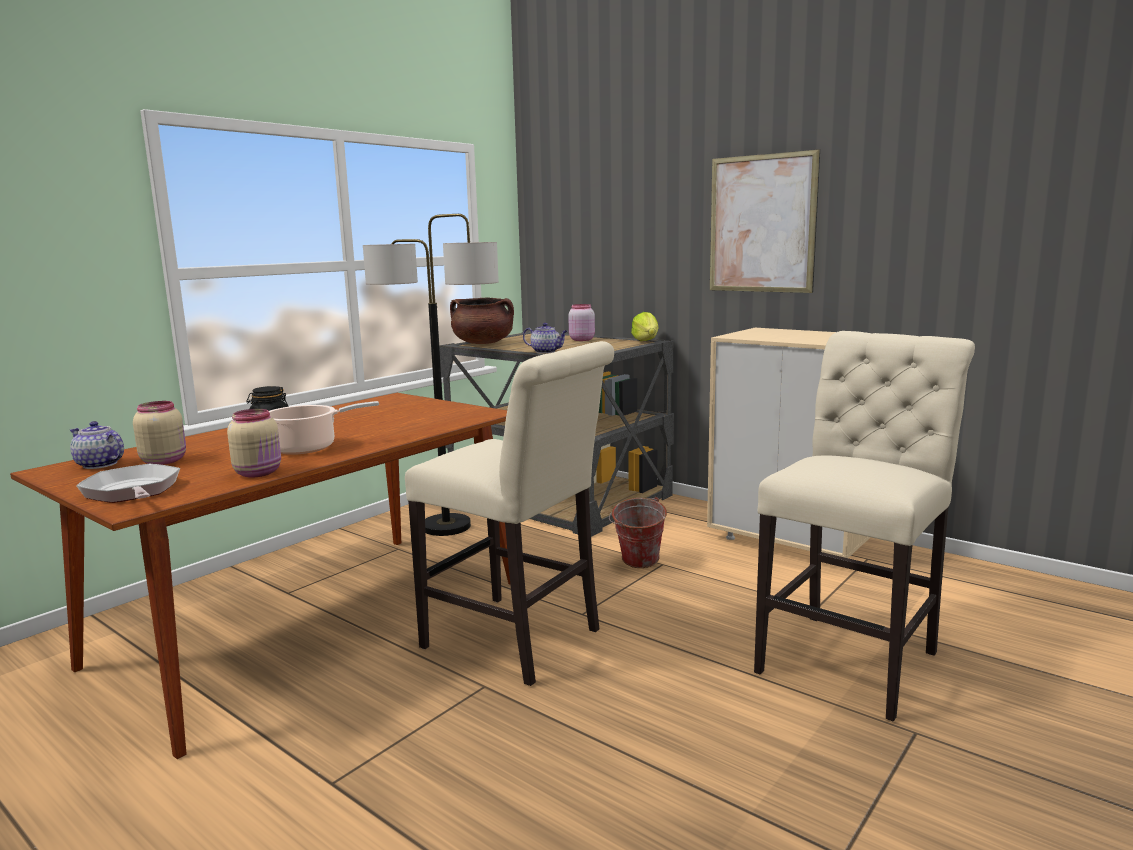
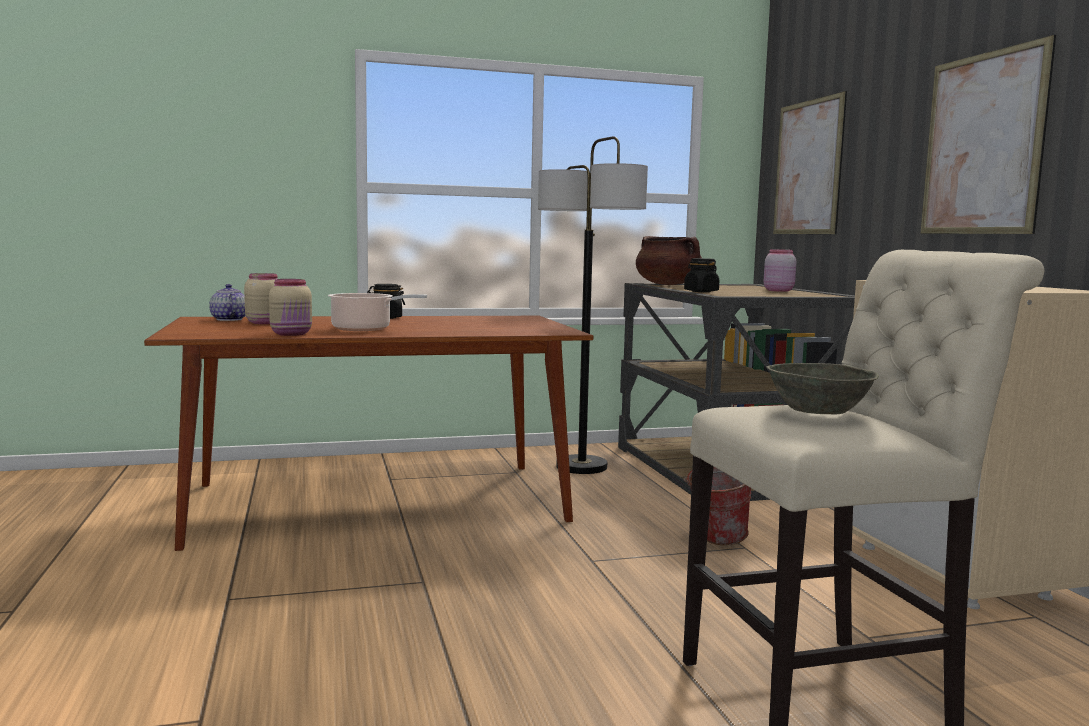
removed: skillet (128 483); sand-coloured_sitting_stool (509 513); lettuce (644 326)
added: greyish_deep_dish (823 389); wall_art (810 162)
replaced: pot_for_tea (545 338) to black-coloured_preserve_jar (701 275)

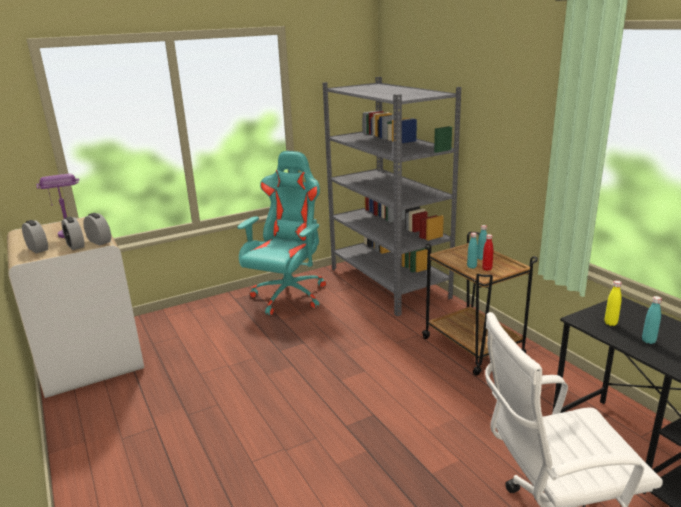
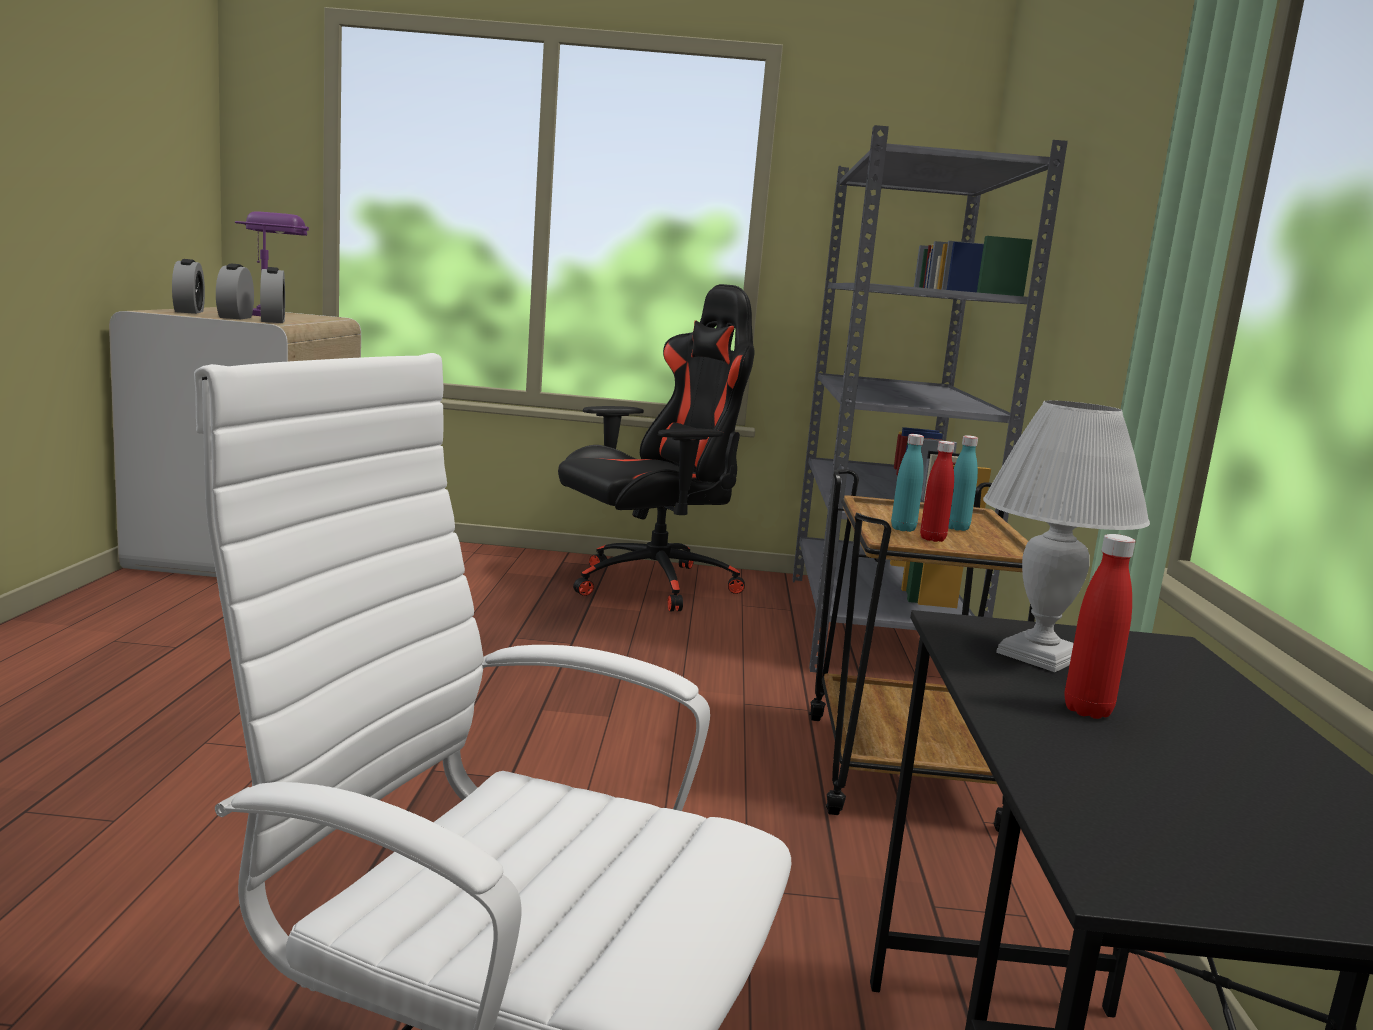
replaced: yellow-coloured_beverage_bottle (613 303) to white-coloured_tabletop_lamp (1066 536)
recoloured: turquoise_desk_chair (281 233) to black-coloured_desk_chair (656 447); turquoise_beverage_bottle (652 320) to reddish_beverage_bottle (1099 626)

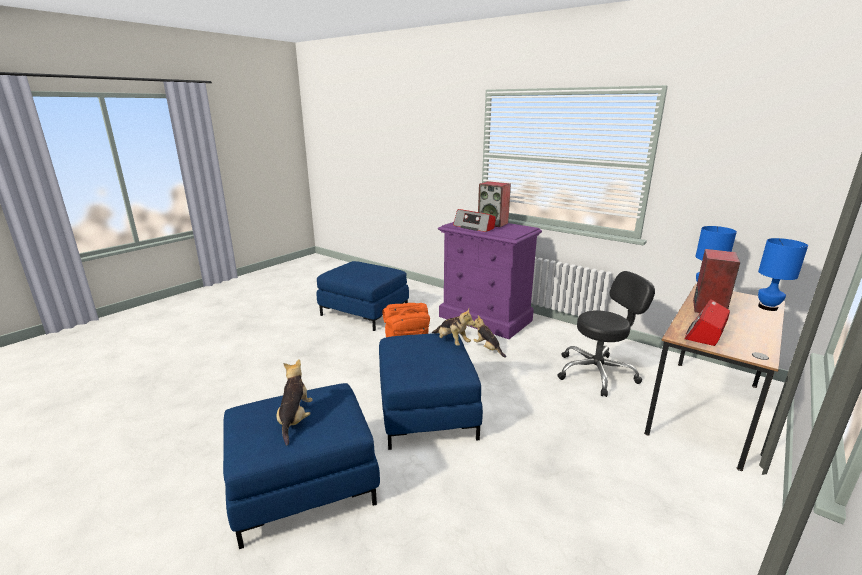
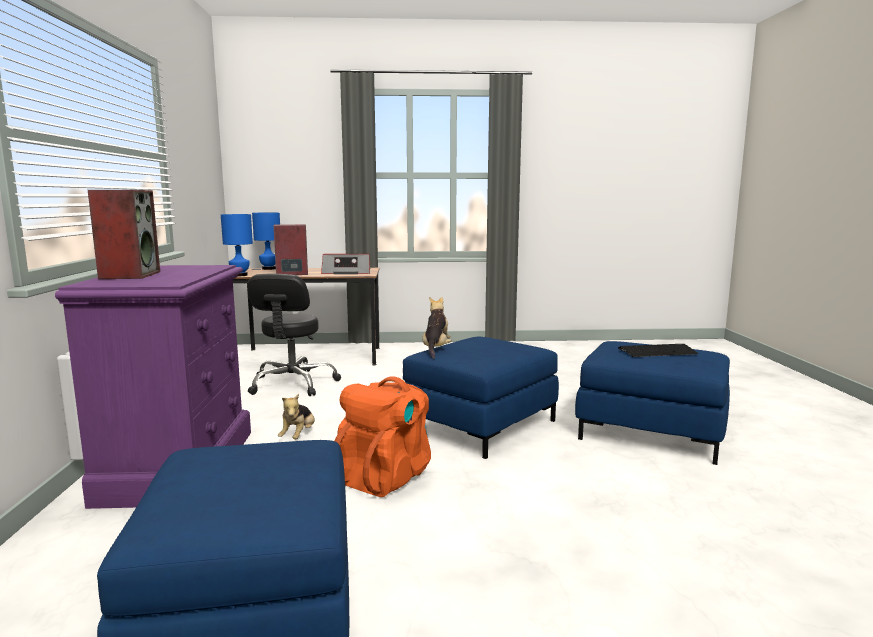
removed: radio_receiver (474 220)
replaced: soft_toy (294 402) to computer_keyboard (658 350)
turned: black-coloured_desk_chair (606 334) = (294 335) 120 degrees counterclockwise

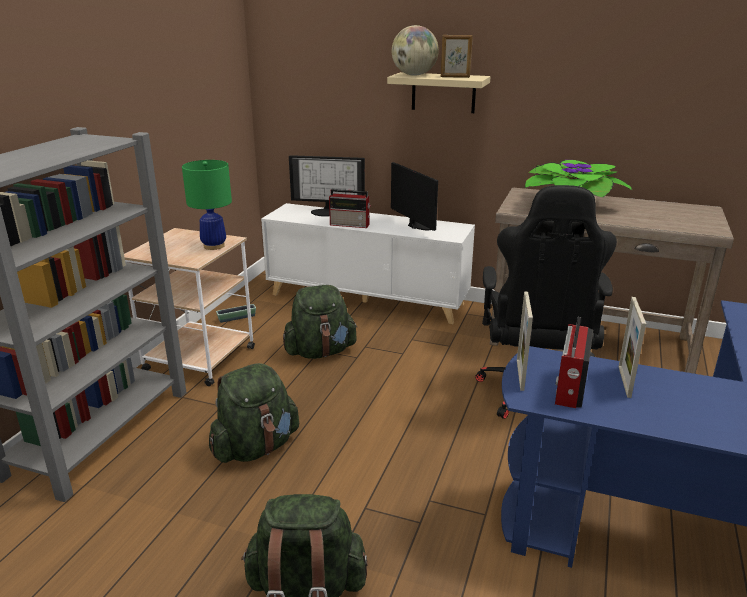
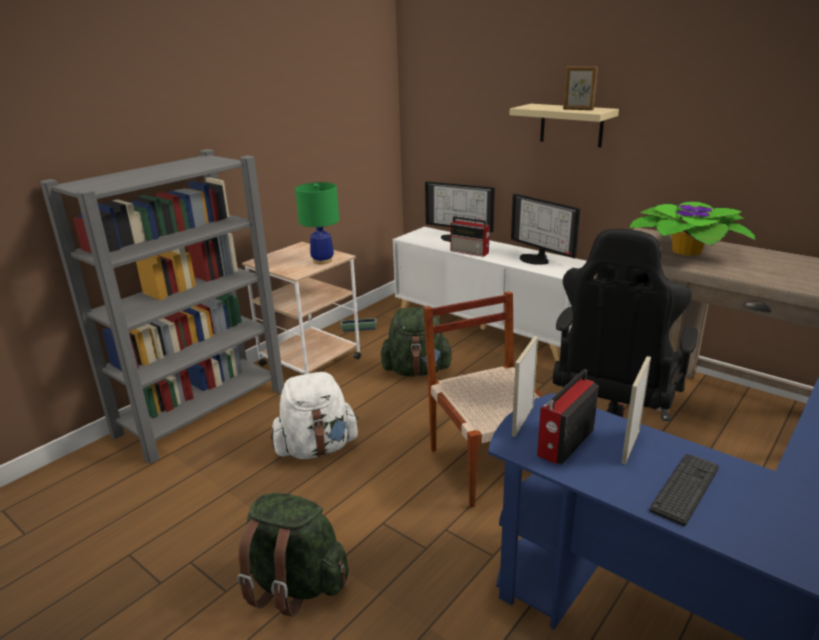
removed: desk_globe (415 50)
added: chair (483 399); computer_keyboard (684 490)
recoloured: green-coloured_backpack (254 413) to white-coloured_backpack (315 415)
turned: monitor (414 196) = (545 229) 150 degrees clockwise

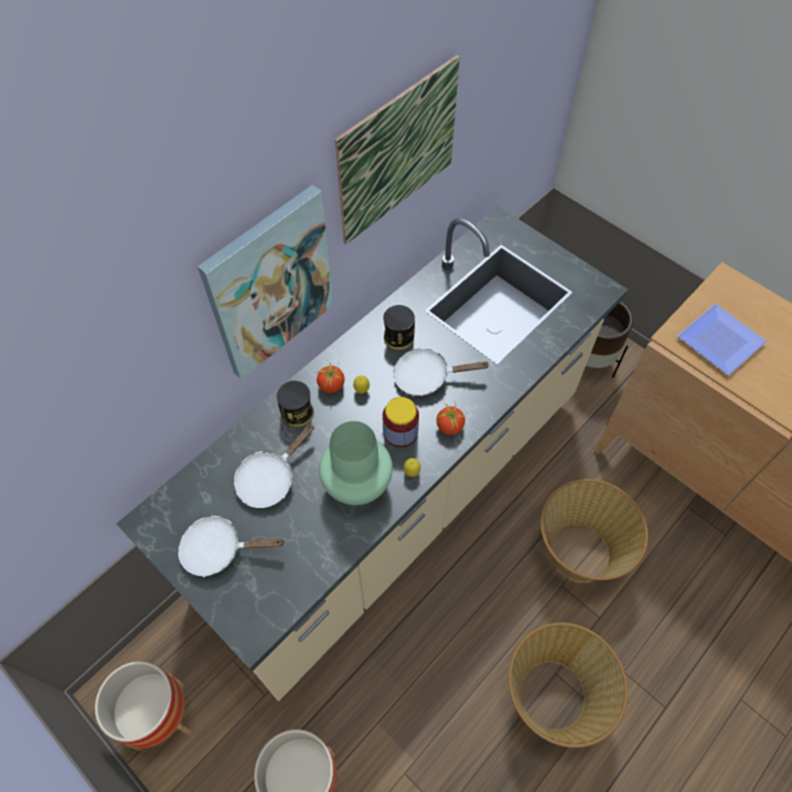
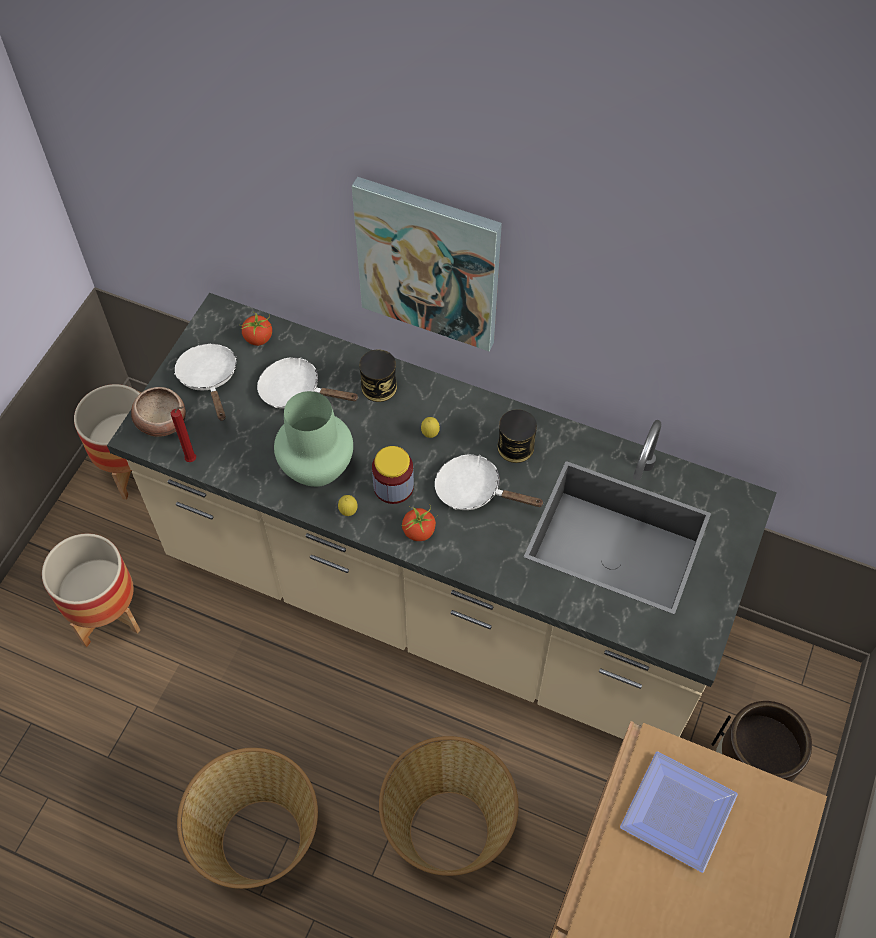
removed: wall_art (397 149)
added: deep_dish (158 412); reddish_wax_light (183 434)
moved: whole_tomato (331 376) to (256 329)
turned: white-coloured_skillet (441 372) = (489 482) 45 degrees counterclockwise

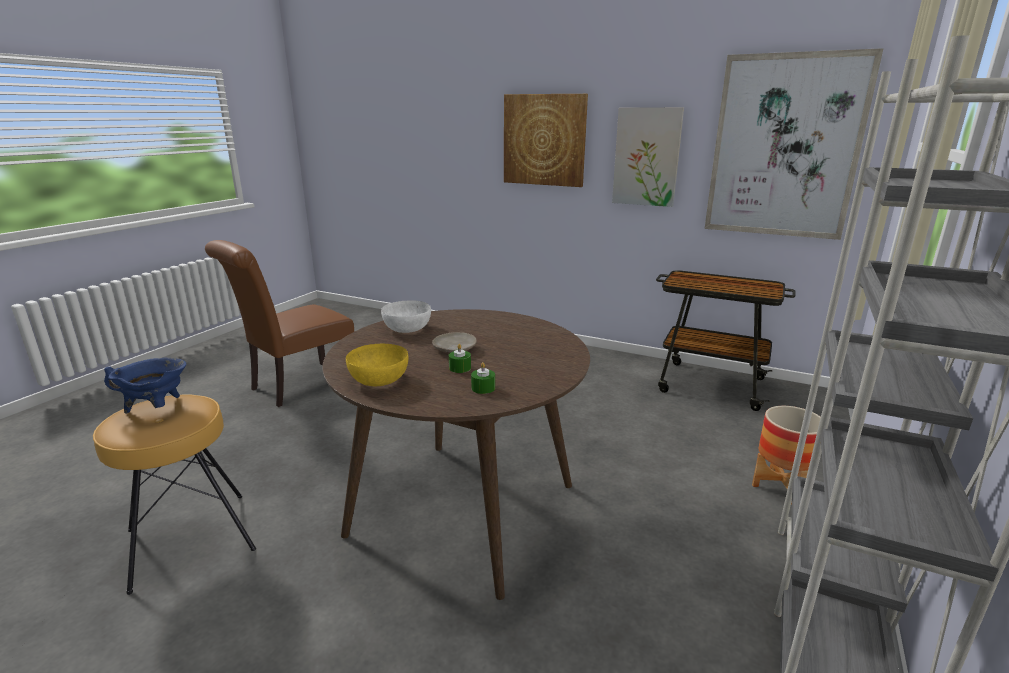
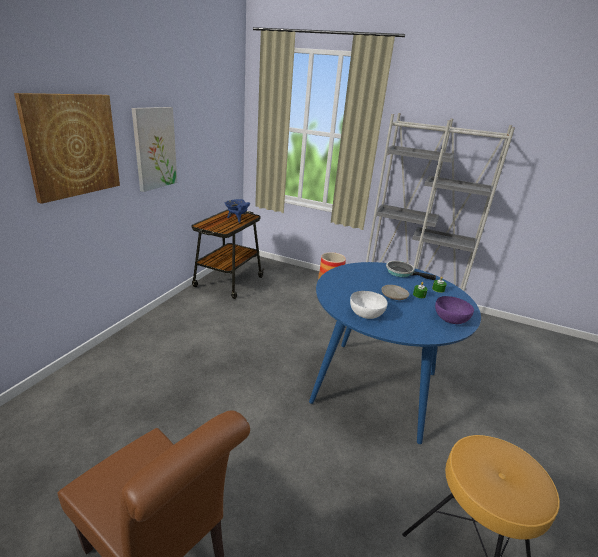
removed: wall_art (794 144)
added: skillet (411 270)
moved: bluish_saucepot (145 385) to (237 211)
recoloured: brown-coloured_dinner_table (456 454) to bluish_dinner_table (395 353); yellow-coloured_deep_dish (377 365) to purple_deep_dish (454 310)

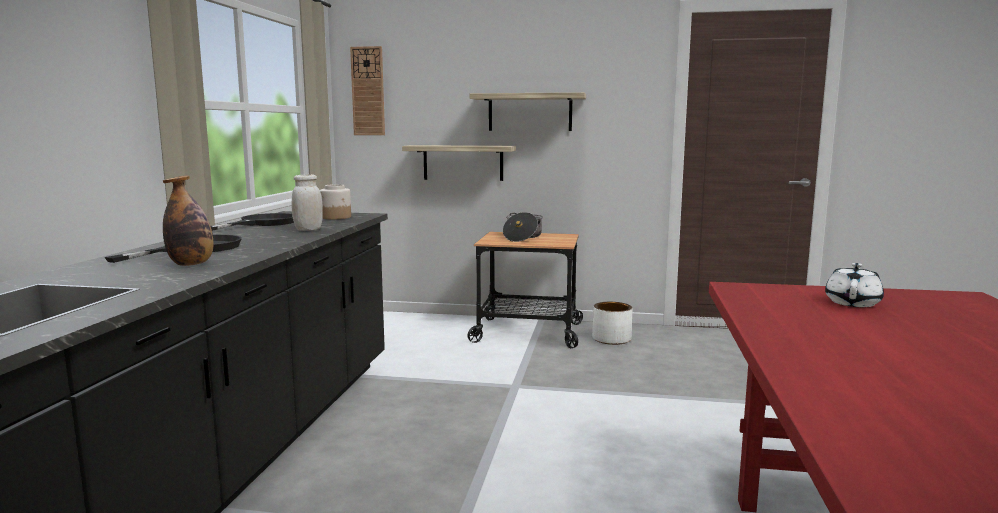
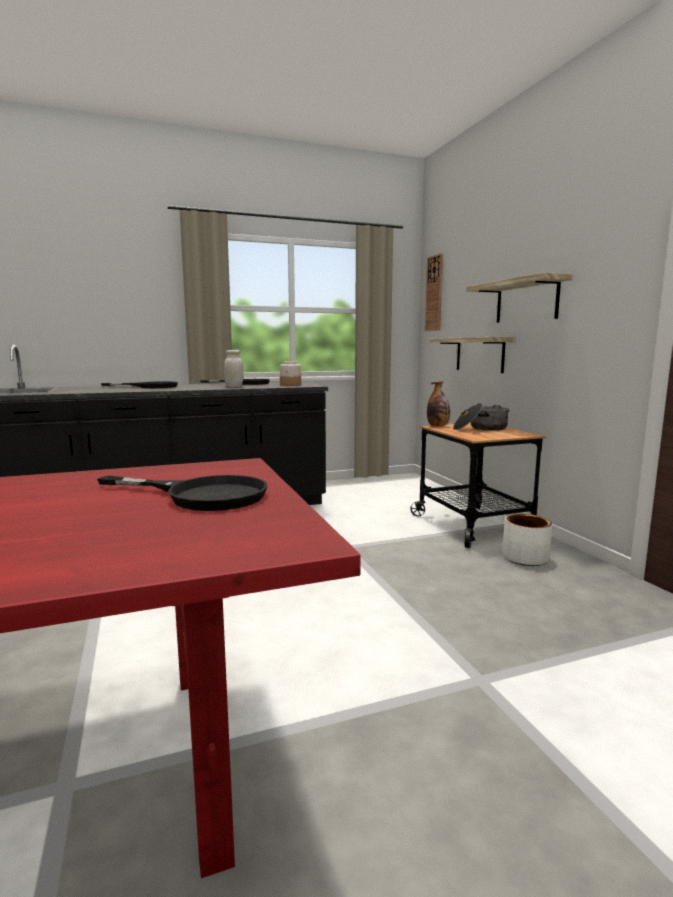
moved: beverage_bottle (188 220) to (438 404)
replaced: white-coloured_pot_for_tea (854 285) to black-coloured_skillet (182 493)

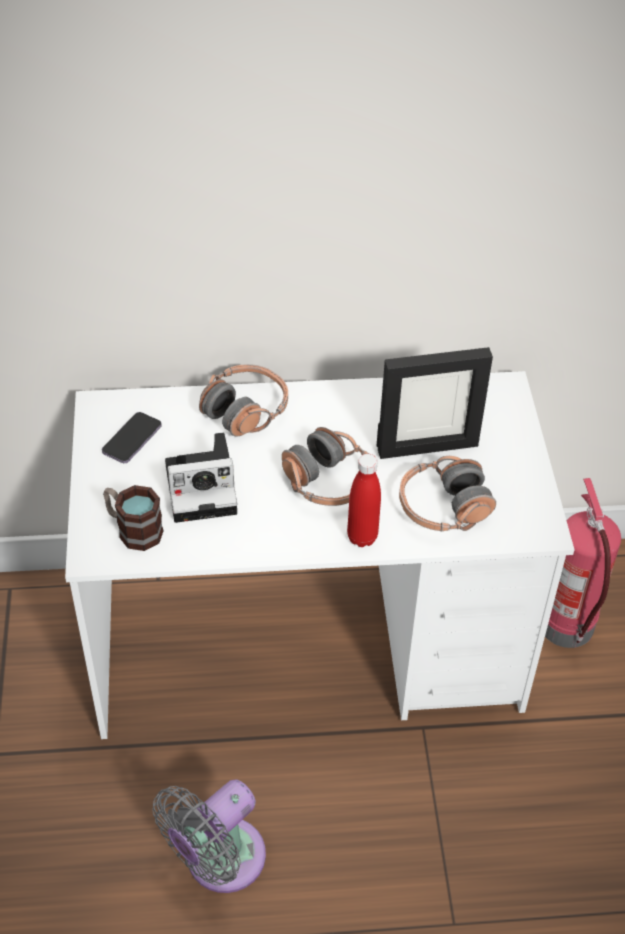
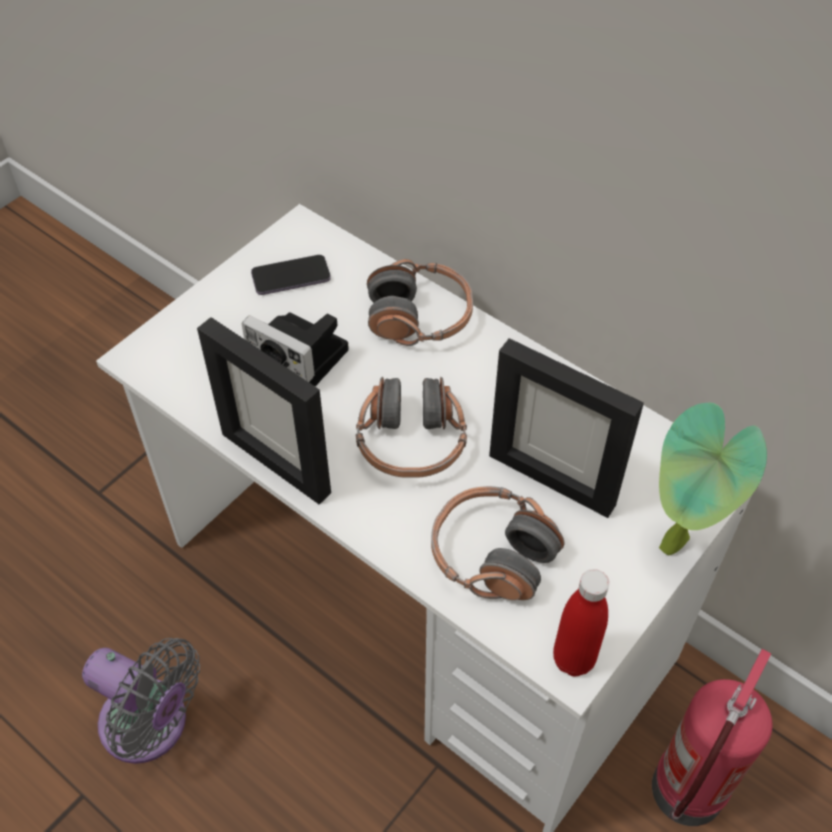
removed: mug (133 518)
added: picture_frame (264 411); houseplant (713 479)
moved: reddish_beverage_bottle (364 500) to (581 622)
turned: greyish_electric_fan (209 836) = (141 701) 150 degrees counterclockwise

